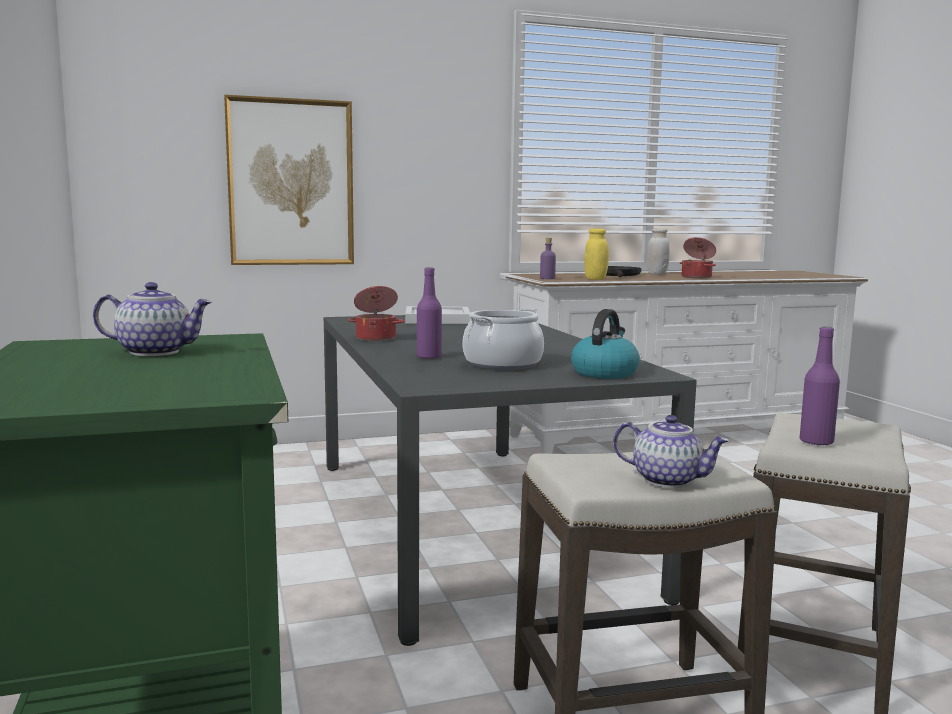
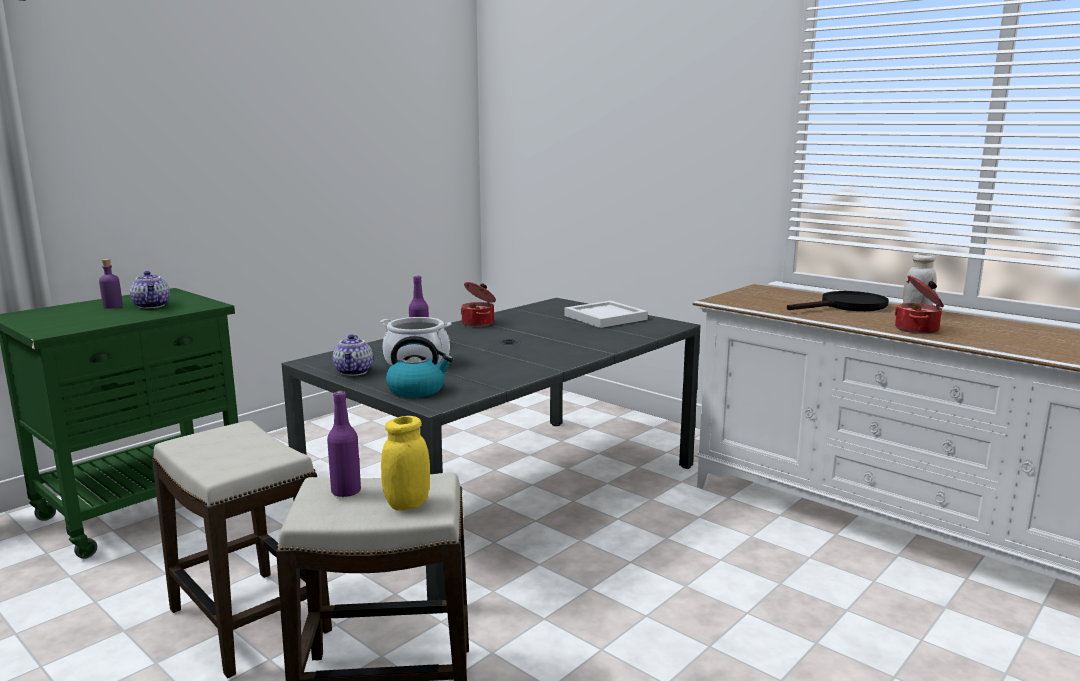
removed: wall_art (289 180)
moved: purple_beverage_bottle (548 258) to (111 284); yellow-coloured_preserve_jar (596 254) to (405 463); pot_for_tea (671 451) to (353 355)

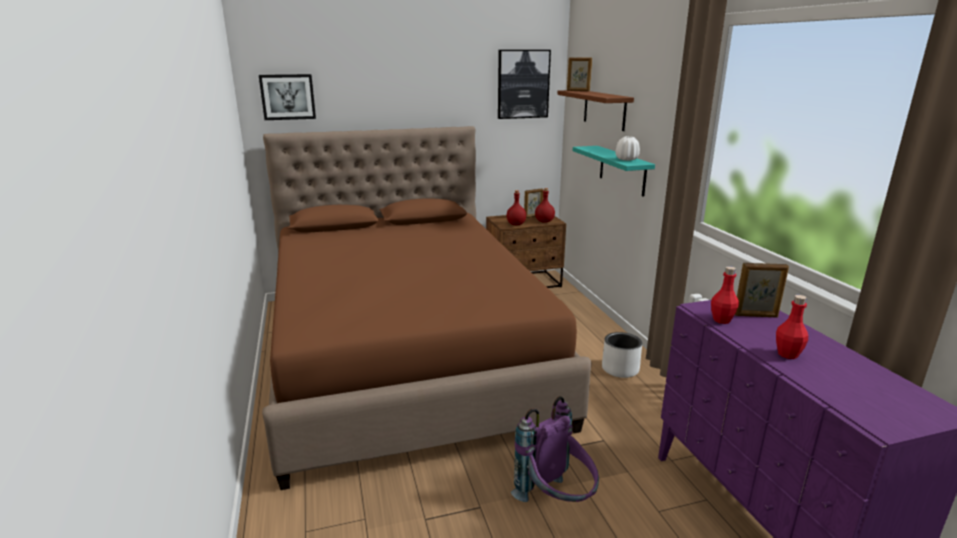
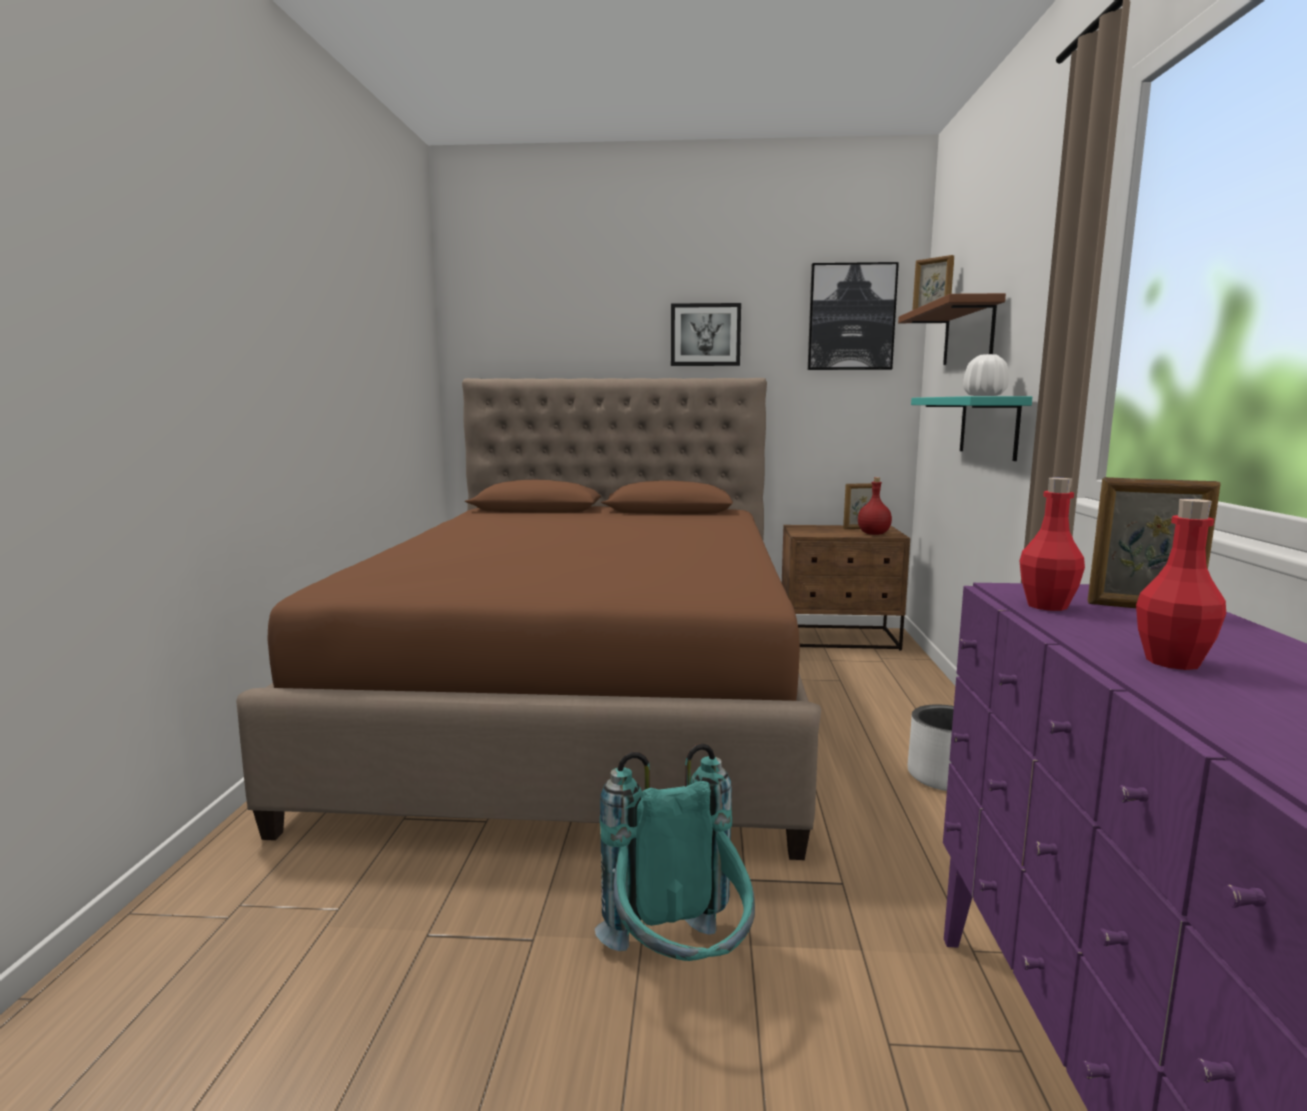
removed: reddish_beverage_bottle (516 207)
moved: wall_art (287 97) to (706 334)
recoloured: purple_backpack (555 449) to turquoise_backpack (675 852)

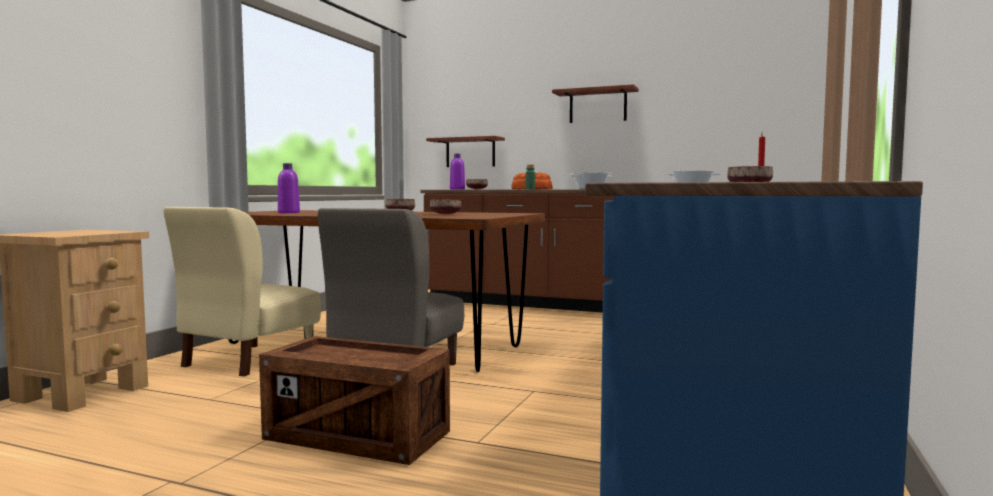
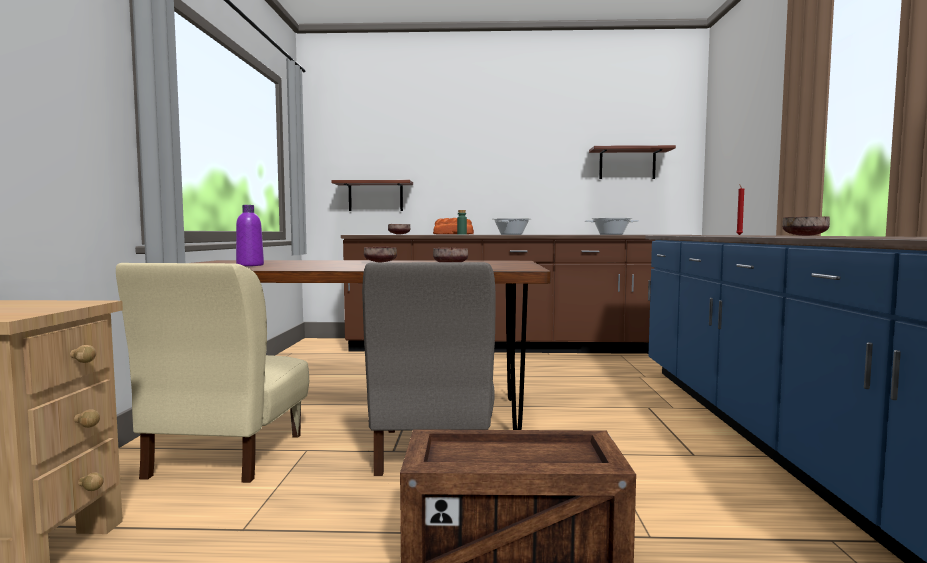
removed: purple_beverage_bottle (457 171)
moved: bracket_shelf (595 103) to (632 162)

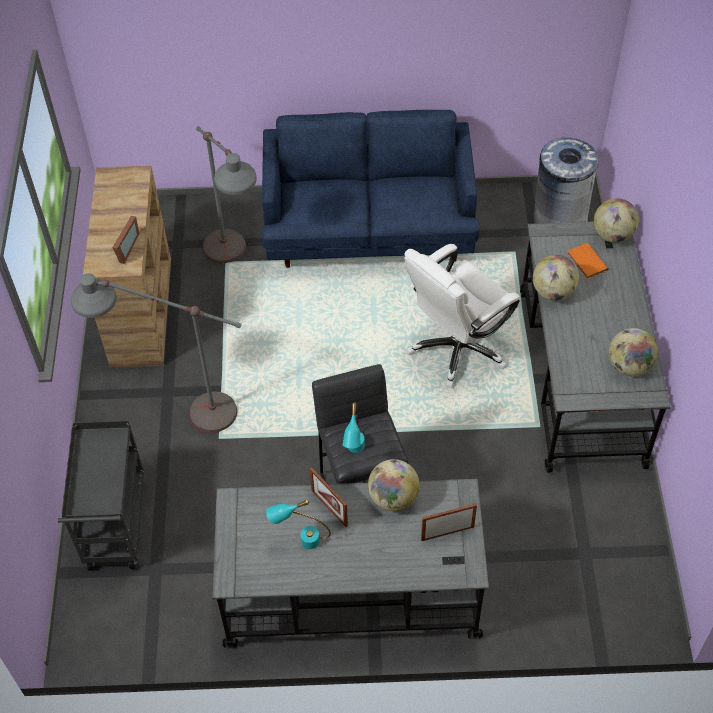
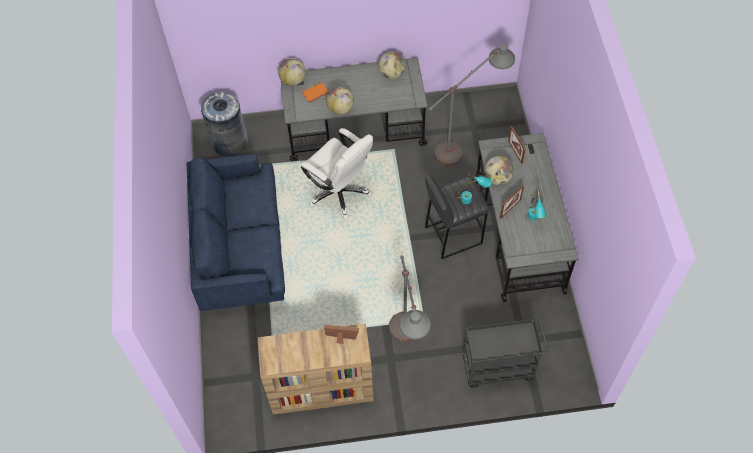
moved: greyish_floor_lamp (226 195) to (472 104)

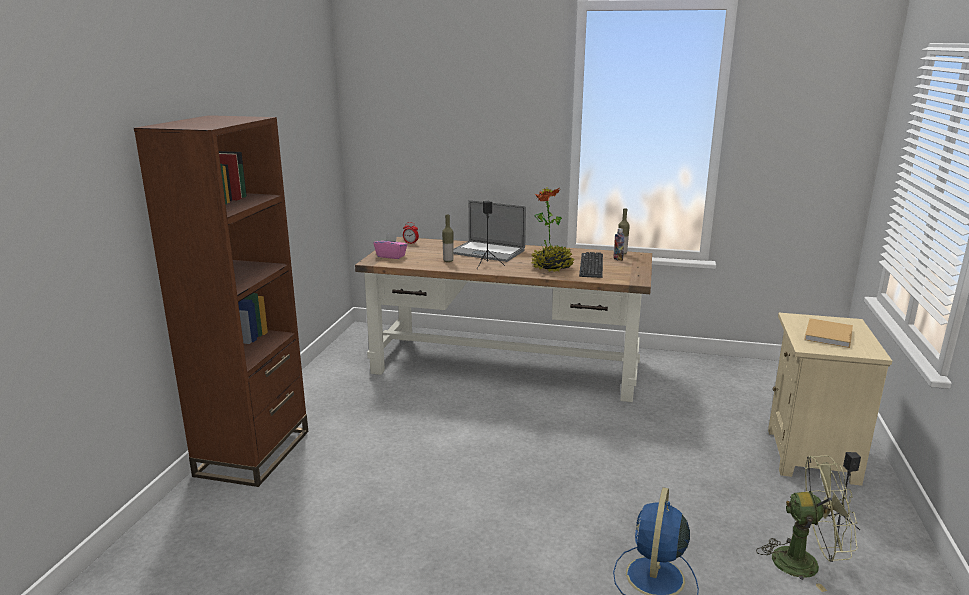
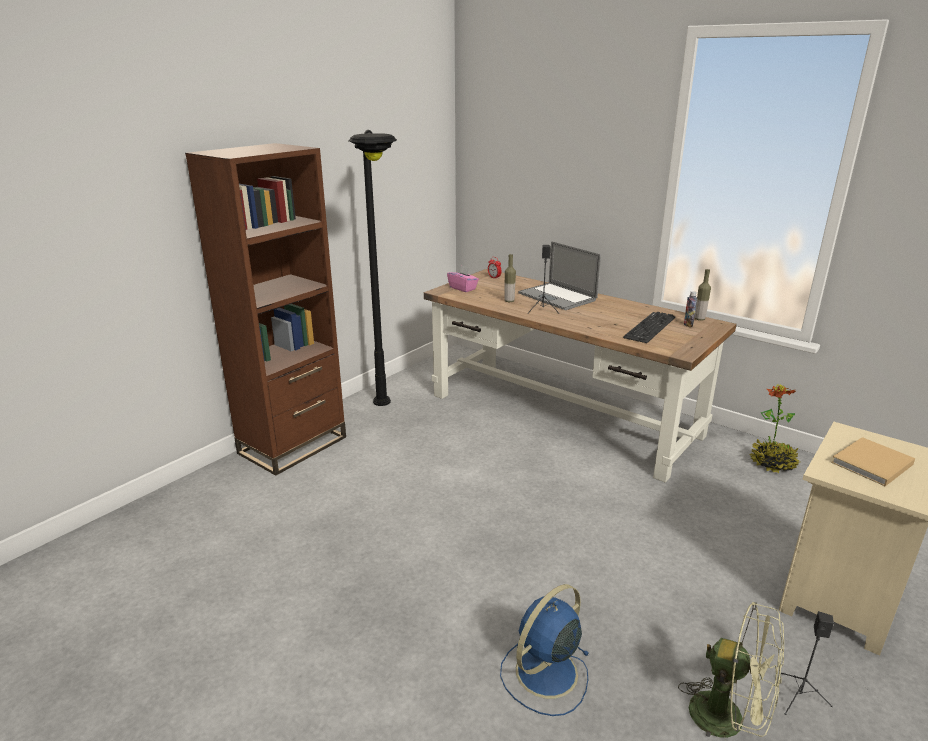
added: black-coloured_floor_lamp (372 268)
moved: houseplant (553 229) to (775 429)

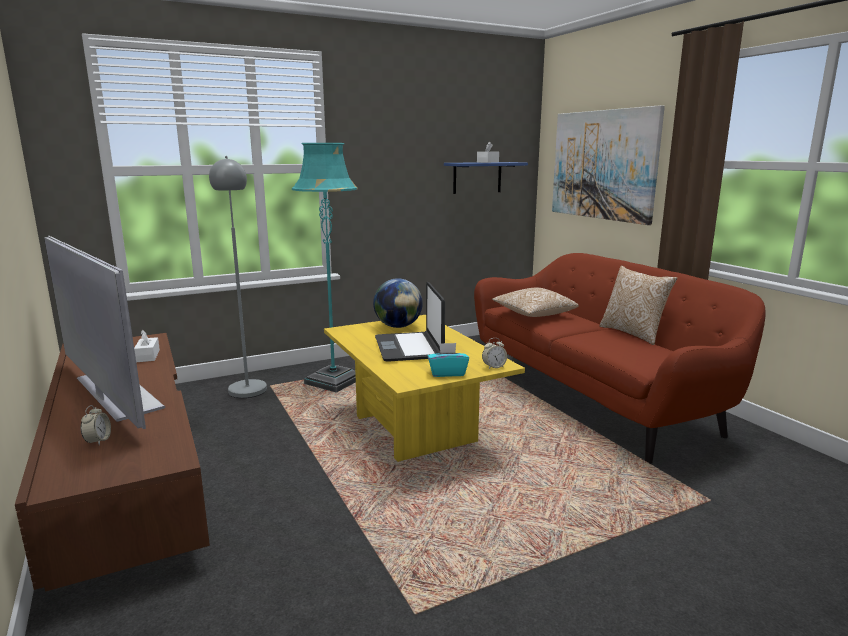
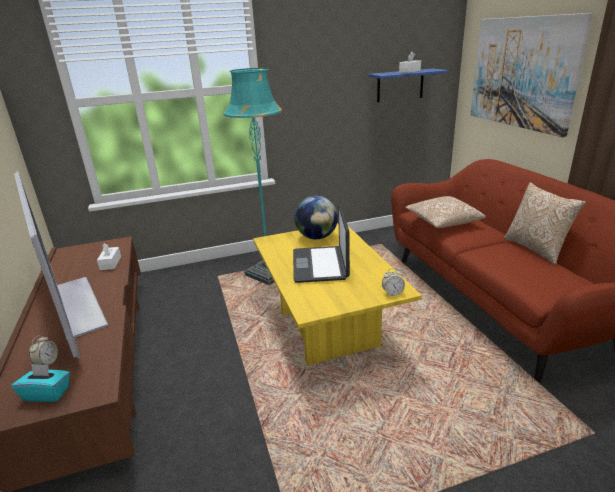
removed: greyish_floor_lamp (238 277)
moved: turquoise_tissue_holder (448 360) to (41 383)

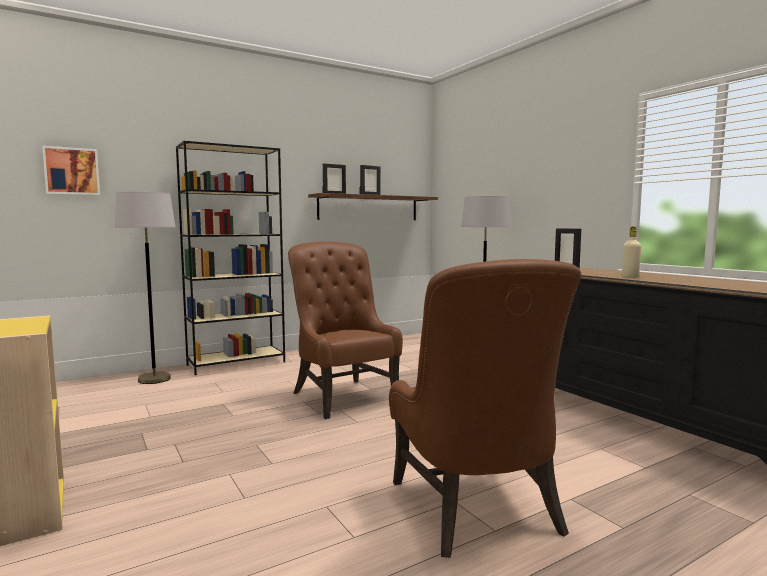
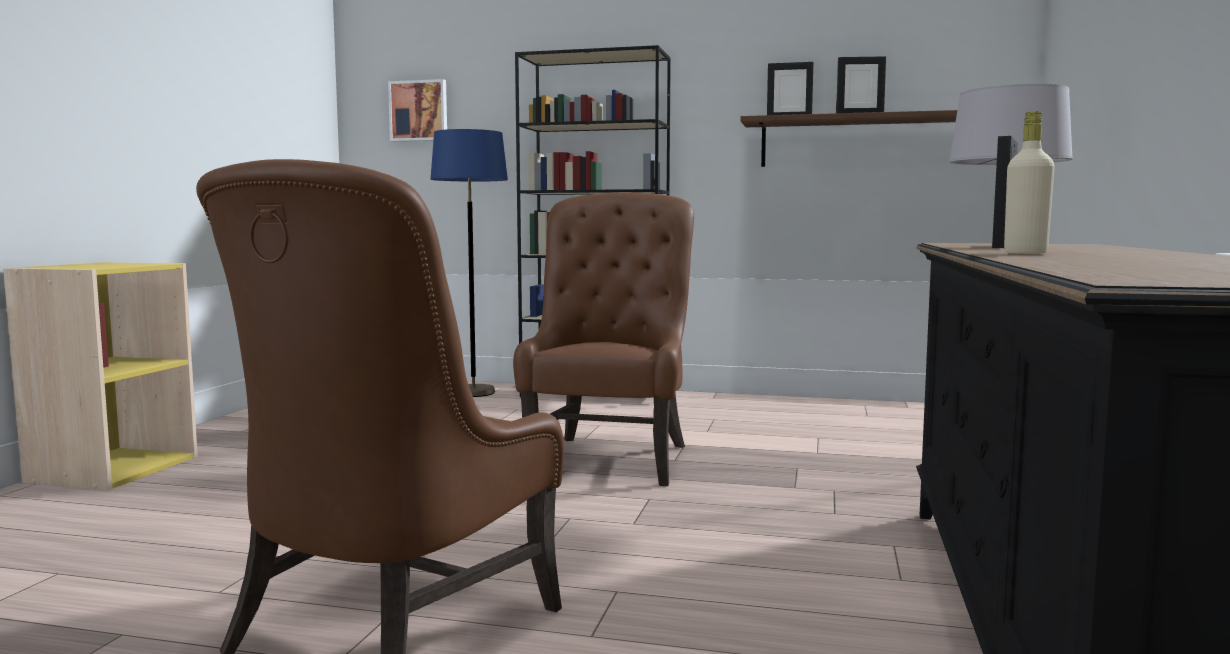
recoloured: greyish_floor_lamp (145 288) to bluish_floor_lamp (469 263)

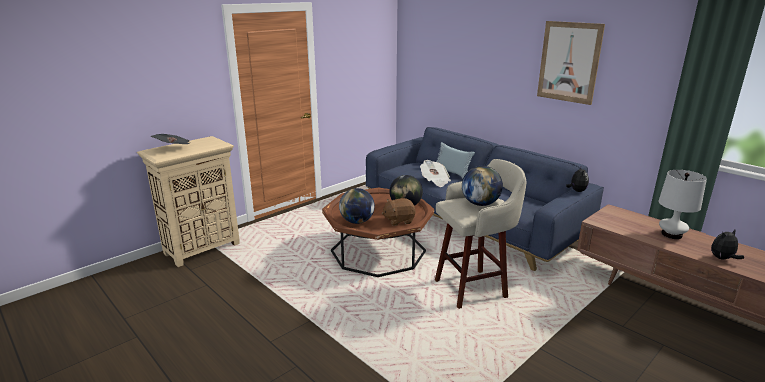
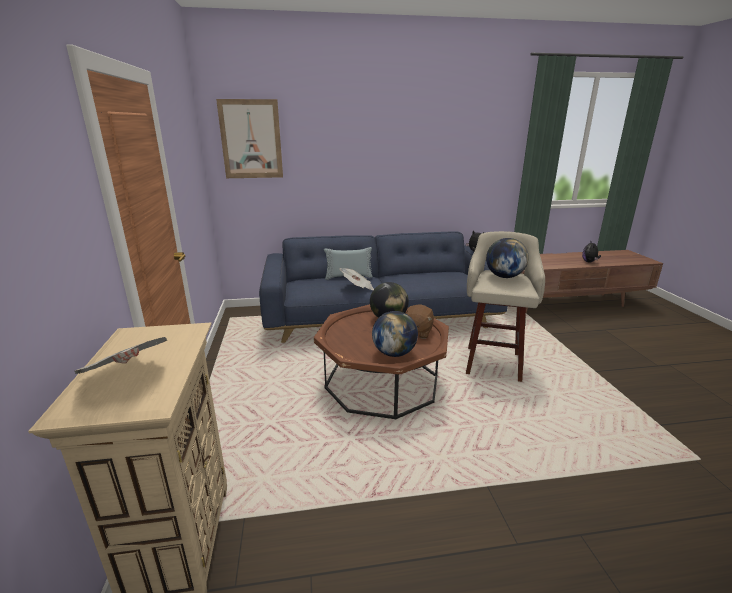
removed: white-coloured_tabletop_lamp (683 204)
moved: wall_art (571 63) to (249 138)

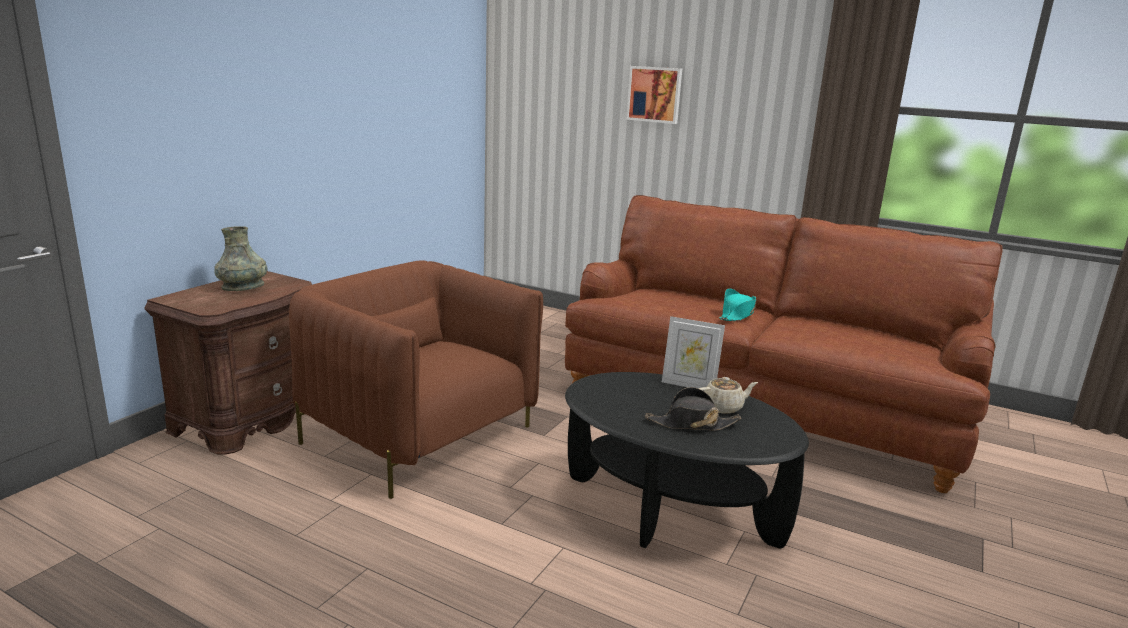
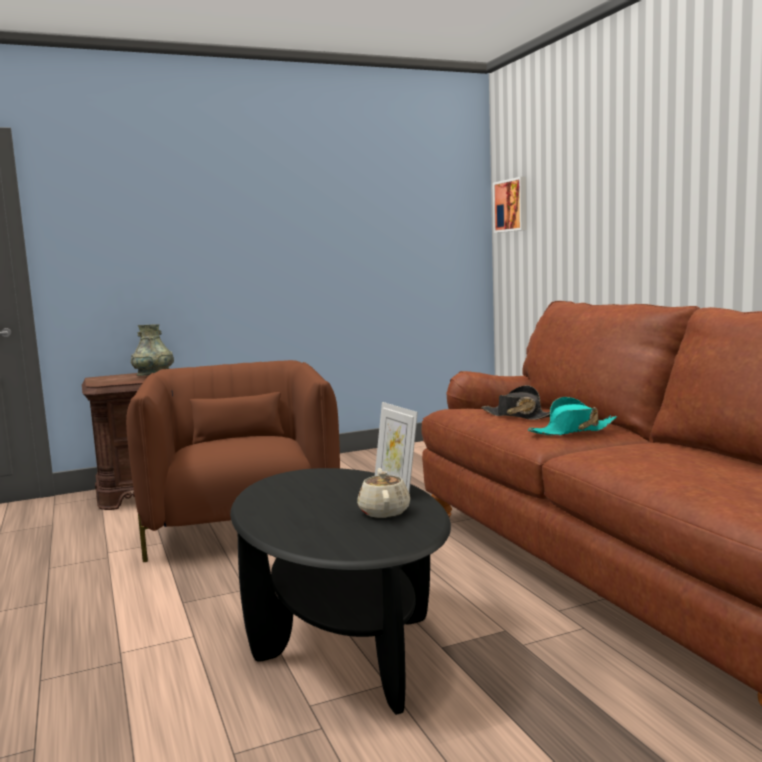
moved: wall_art (654 95) to (510 205); black-coloured_hat (693 409) to (515 402)
turned: sand-coloured_pot_for_tea (728 395) = (383 493) 120 degrees counterclockwise

